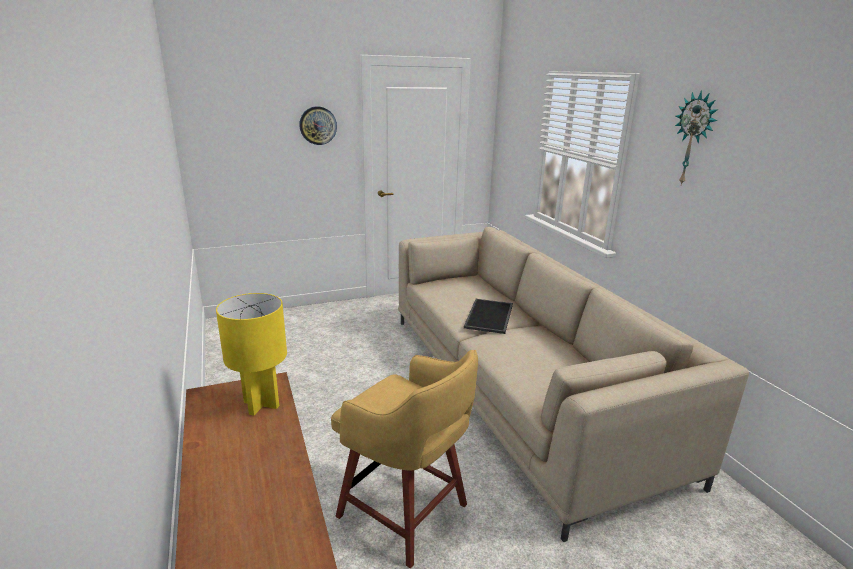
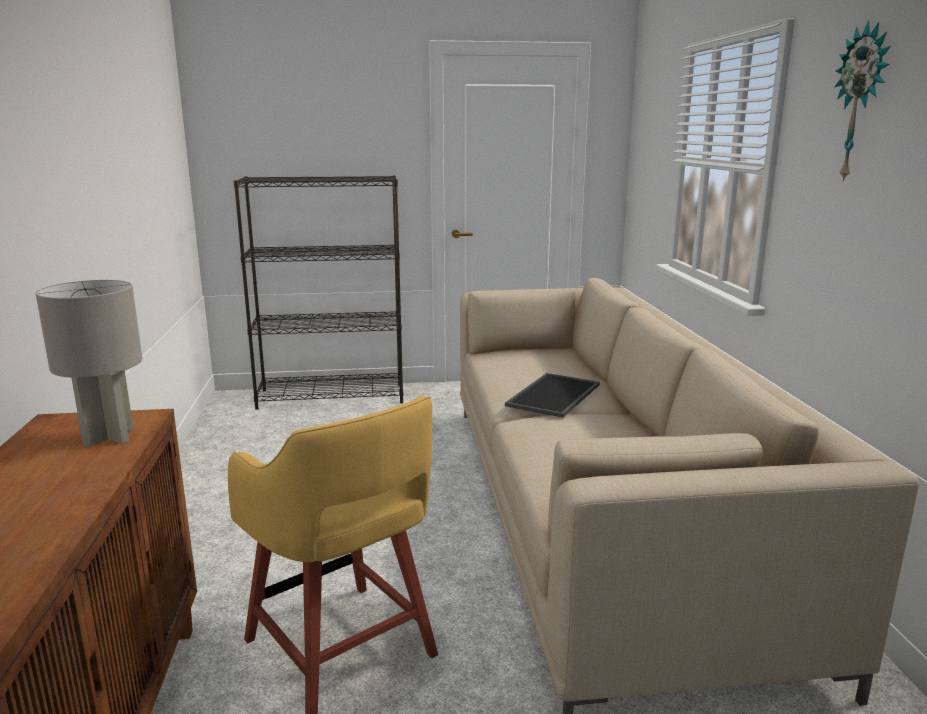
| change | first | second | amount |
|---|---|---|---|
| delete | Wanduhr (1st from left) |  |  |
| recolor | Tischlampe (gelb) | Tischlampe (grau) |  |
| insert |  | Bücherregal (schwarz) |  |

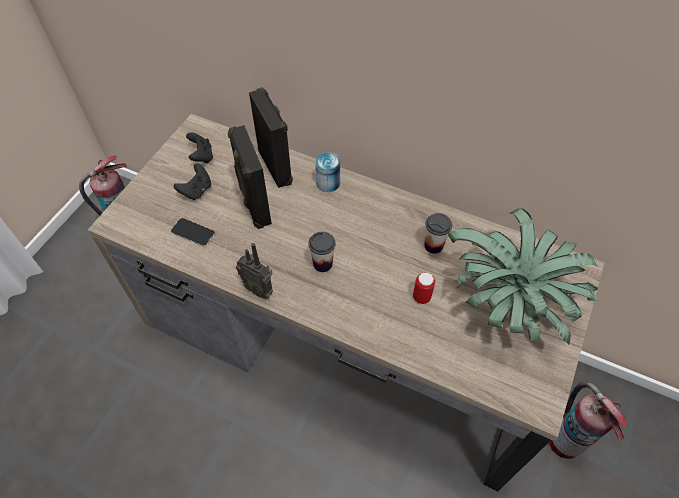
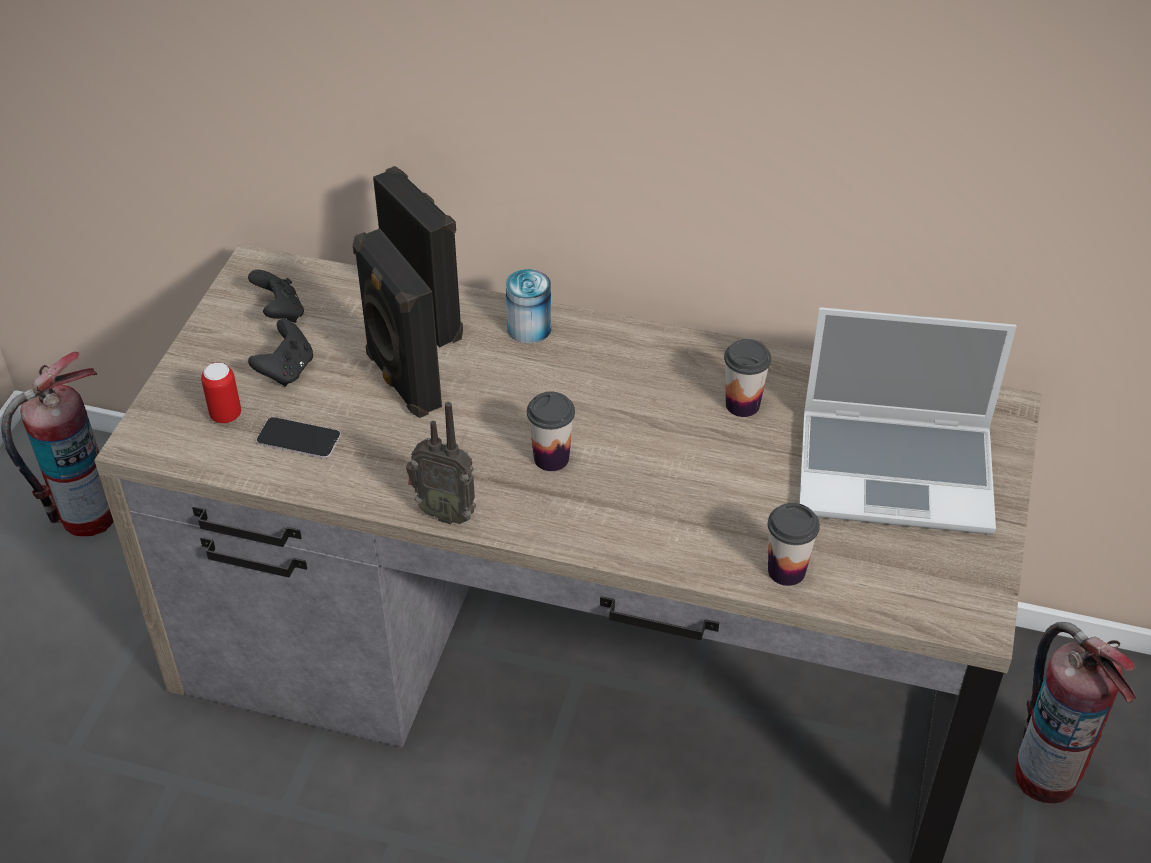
| change | first | second | amount |
|---|---|---|---|
| replace | Topfpflanze | Laptop |  |
| move | Dose (2nd from left in the first image) | Dose (1st from left) |  |
| insert |  | Tasse (3rd from left) |  |

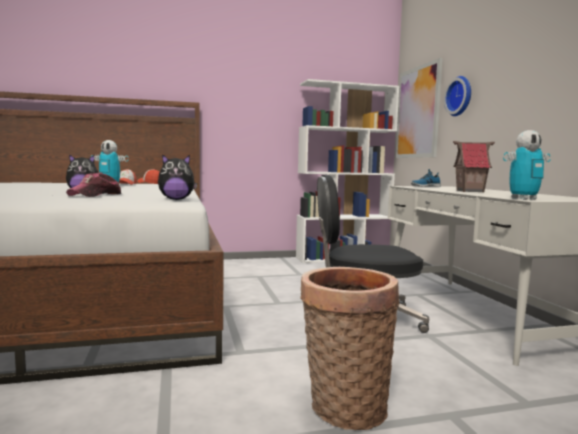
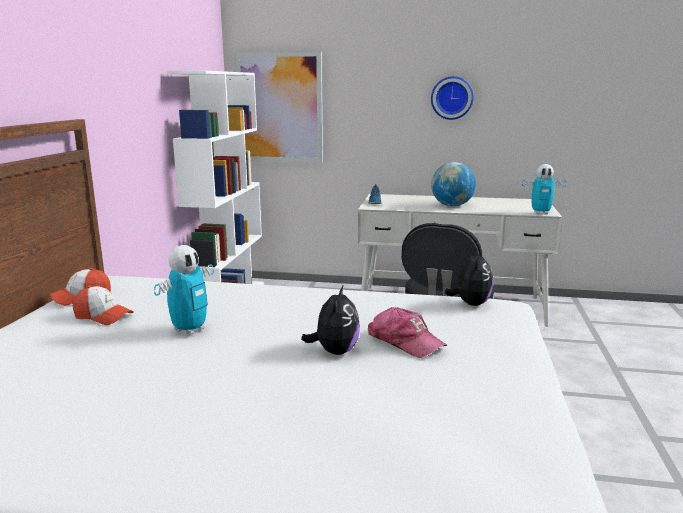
| change | first | second | amount |
|---|---|---|---|
| move | Wanduhr |  |  |
| rotate | Spielzeugroboter (2nd from left) |  | 90 degrees clockwise |
| replace | Spielzeughaus | Globus |  |
| delete | Korb |  |  |

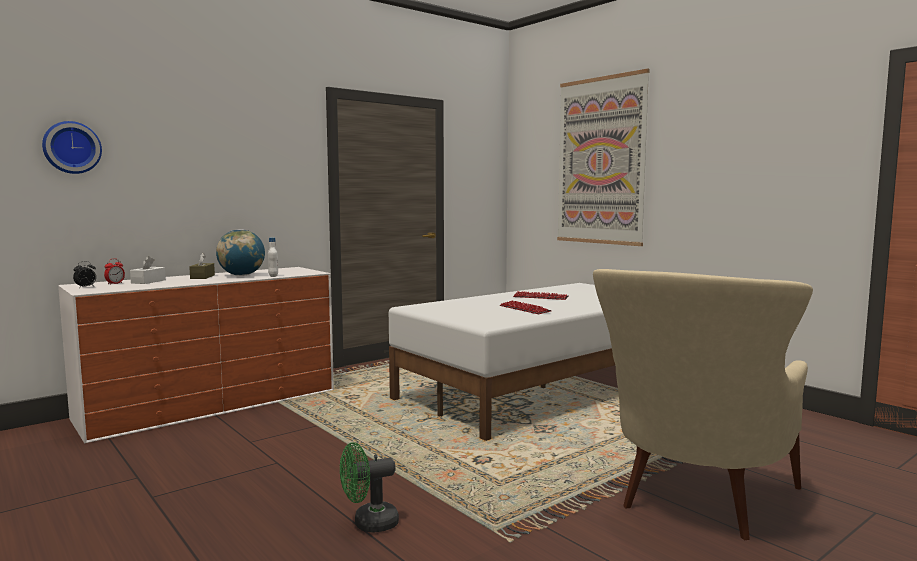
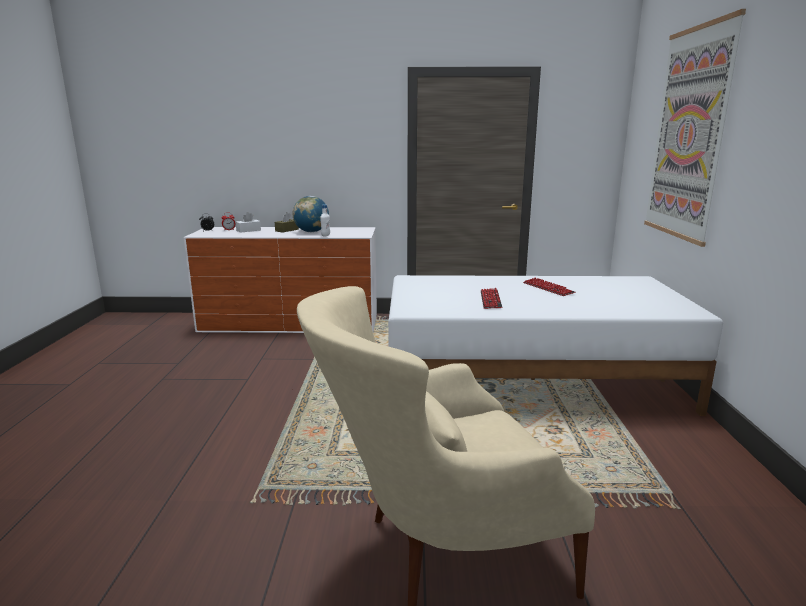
| change | first | second | amount |
|---|---|---|---|
| delete | Wanduhr |  |  |
| delete | Ventilator (grün) |  |  |

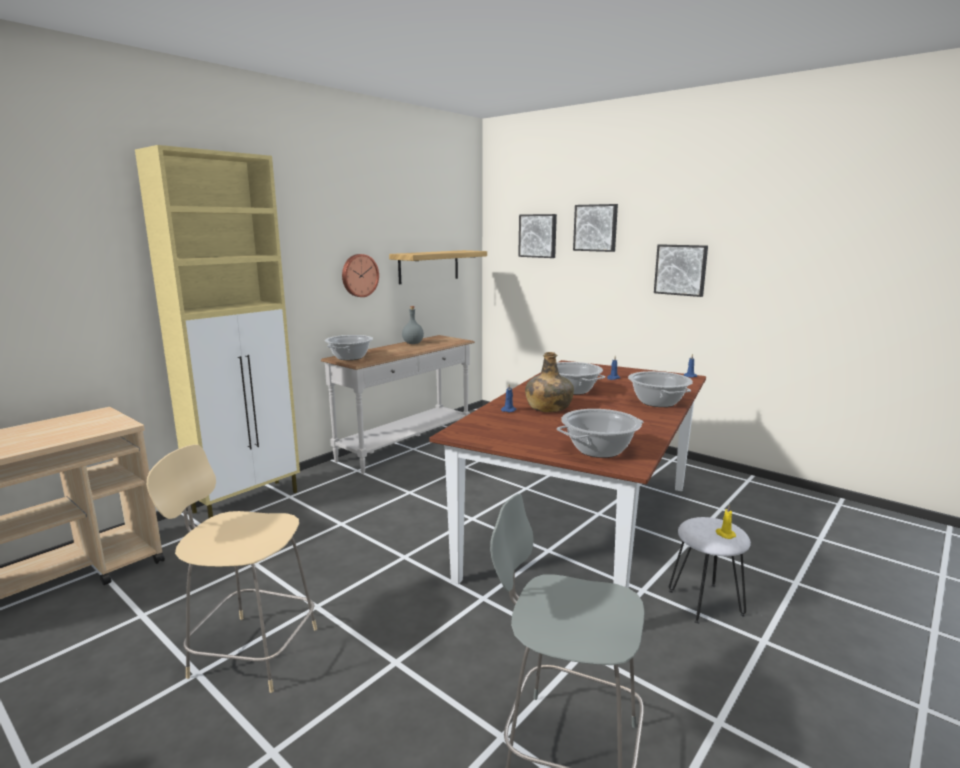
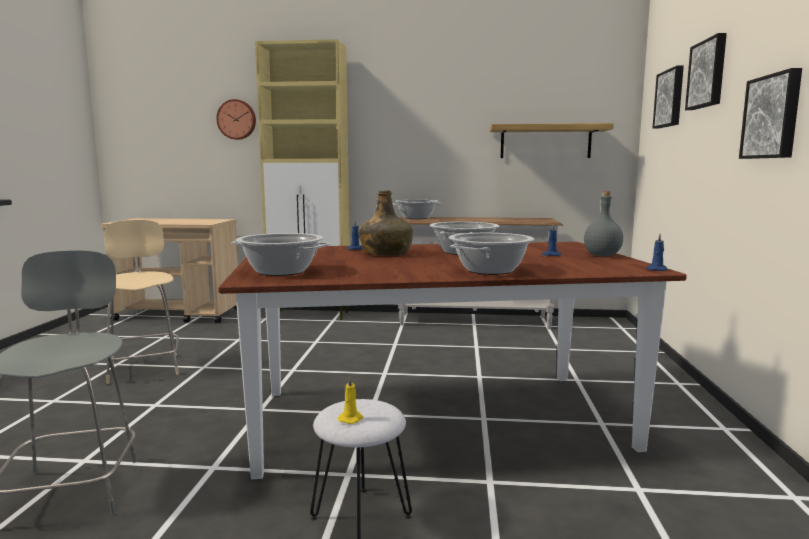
| change | first | second | amount |
|---|---|---|---|
| move | Wanduhr |  |  |
| move | Flasche (grau) |  |  |

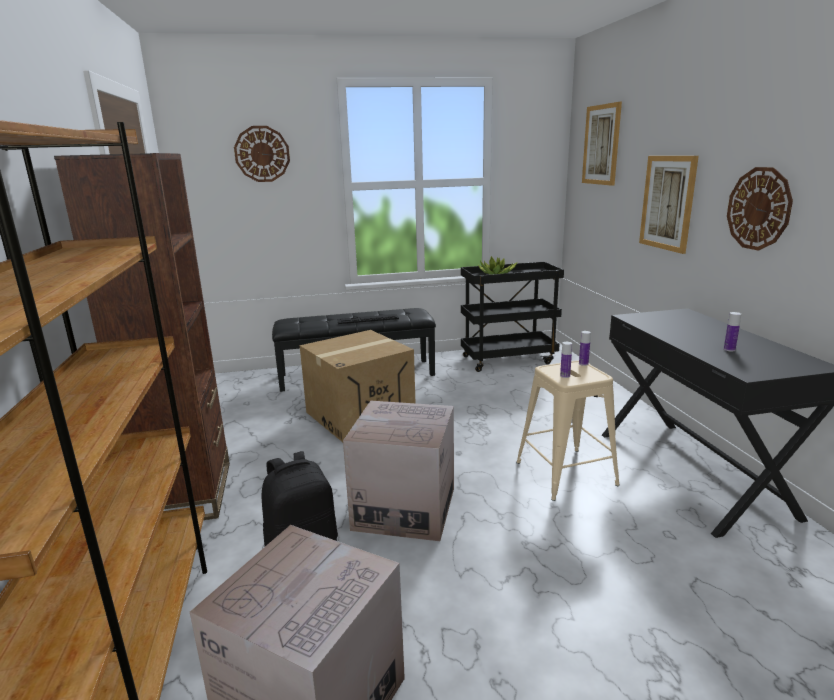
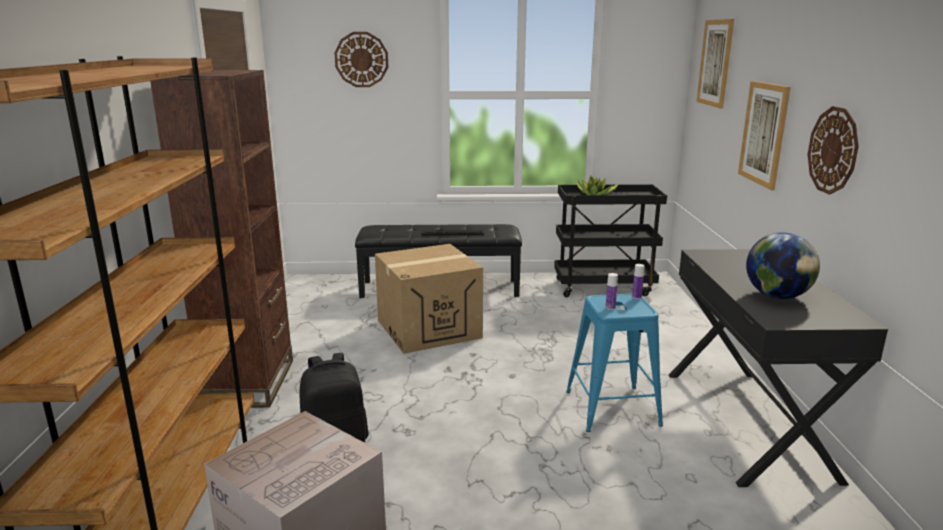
| change | first | second | amount |
|---|---|---|---|
| replace | Flasche (3rd from left) | Globus |  |
| recolor | Hocker (beige) | Hocker (blau) |  |
| delete | Karton (3rd from left) |  |  |

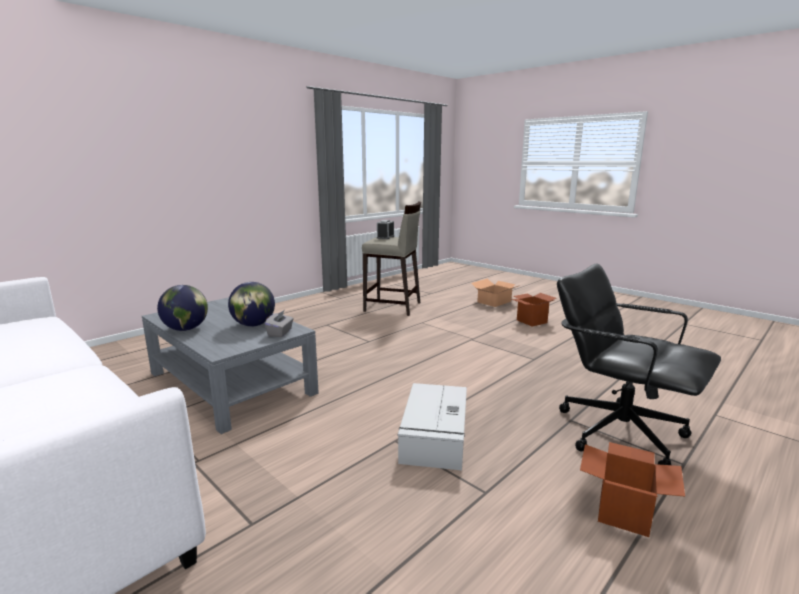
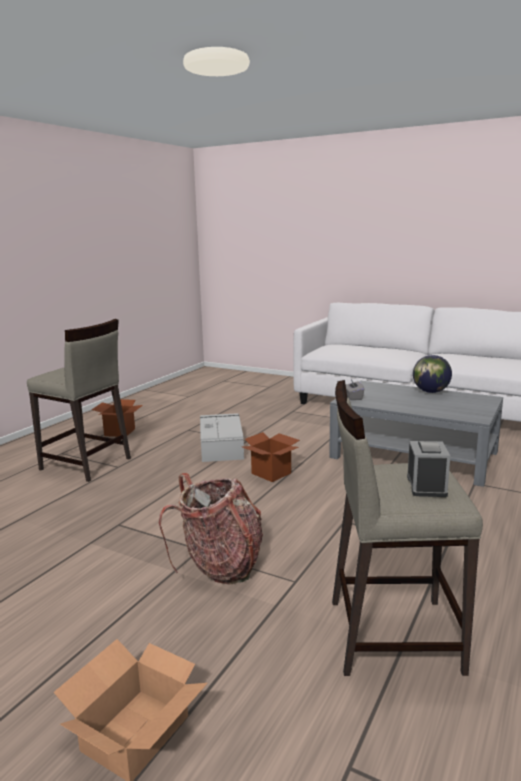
| change | first | second | amount |
|---|---|---|---|
| replace | Bürostuhl (schwarz) | Hocker (beige) (1st from left) |  |
| delete | Globus (2nd from left) |  |  |
| move | Karton (2nd from left in the first image) | Karton (3rd from left) |  |
| insert |  | Rucksack |  |

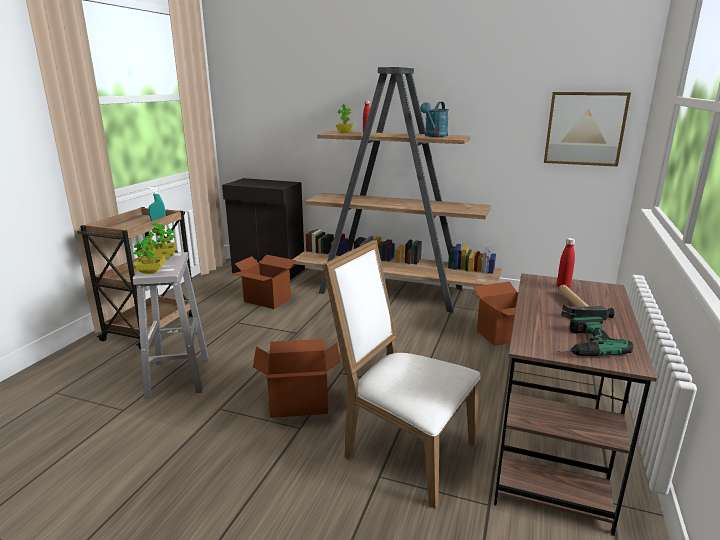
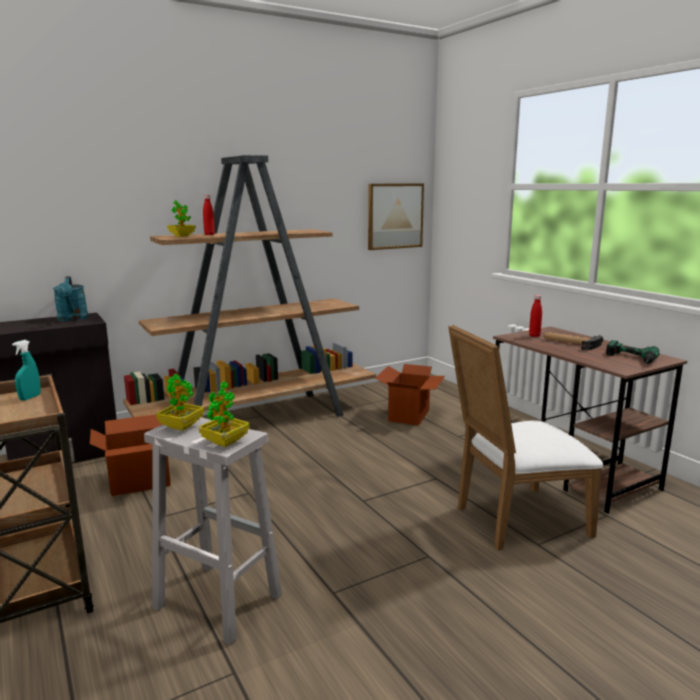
| change | first | second | amount |
|---|---|---|---|
| move | Gießkanne (türkis) |  |  |
| delete | Karton (2nd from left) |  |  |

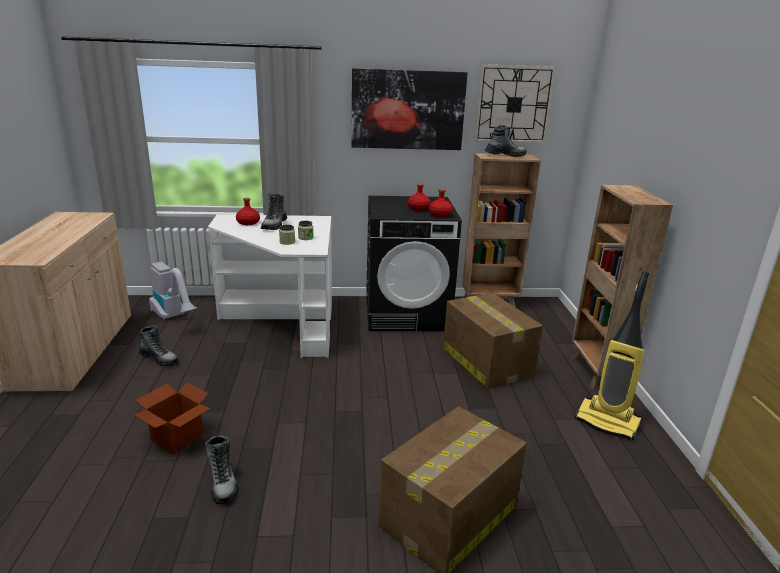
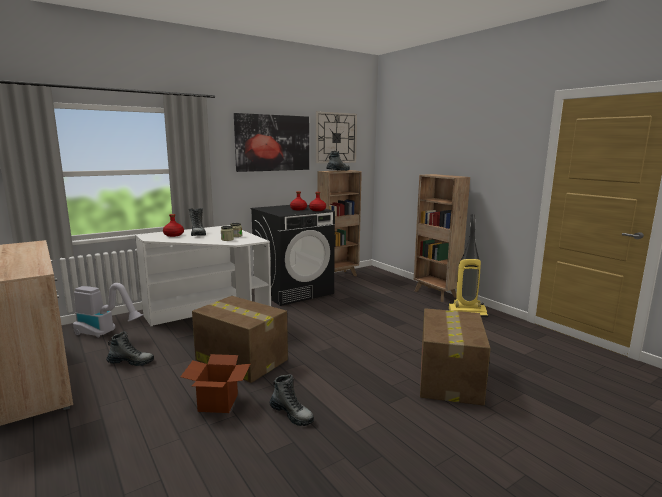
| change | first | second | amount |
|---|---|---|---|
| move | Karton (3rd from left in the first image) | Karton (2nd from left) |  |

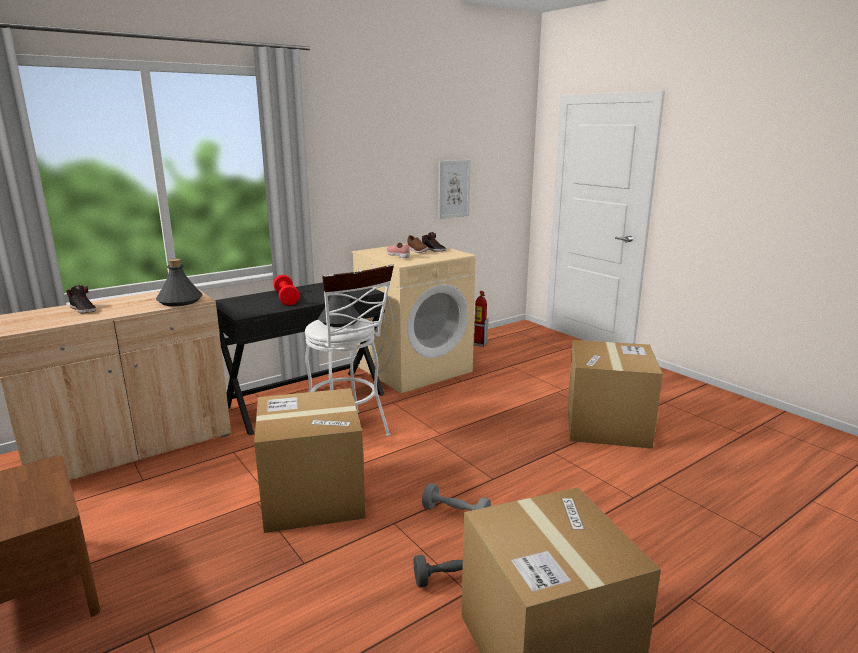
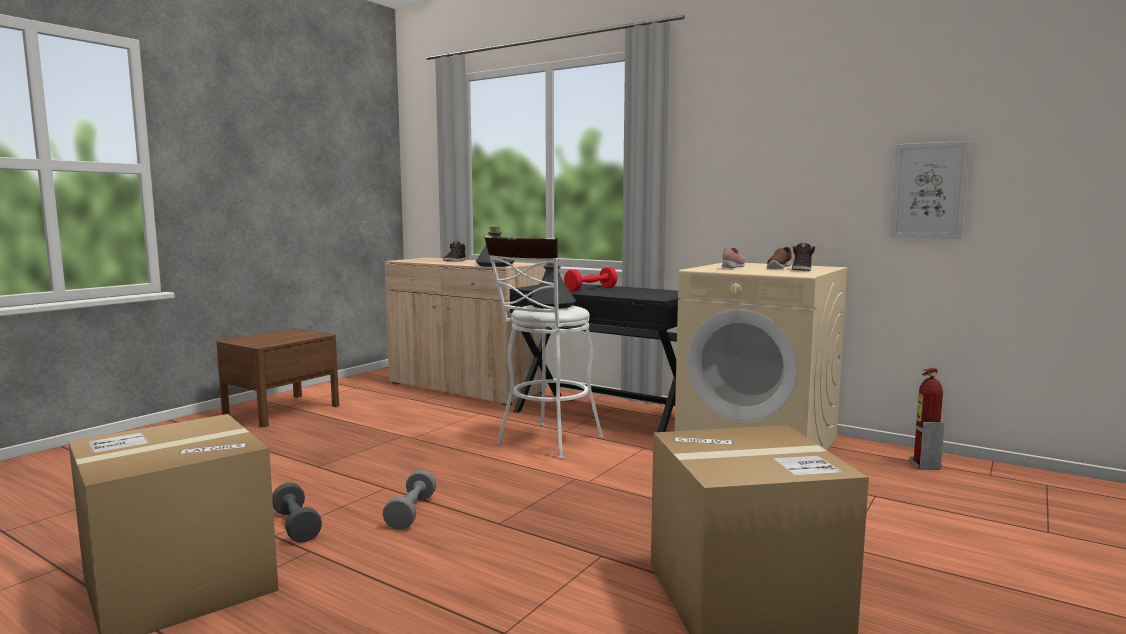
| change | first | second | amount |
|---|---|---|---|
| delete | Karton (1st from left) |  |  |

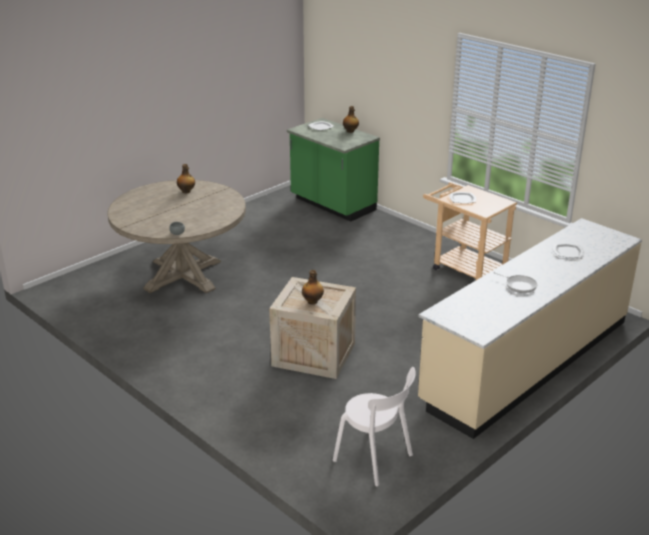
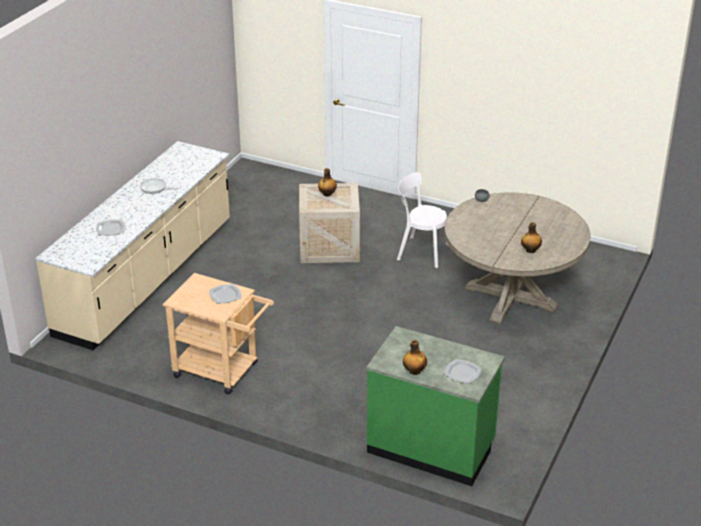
| change | first | second | amount |
|---|---|---|---|
| move | Stuhl (weiß) |  |  |

